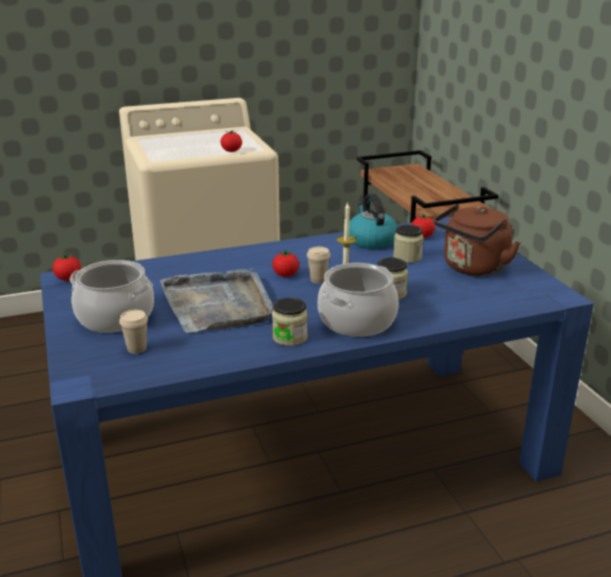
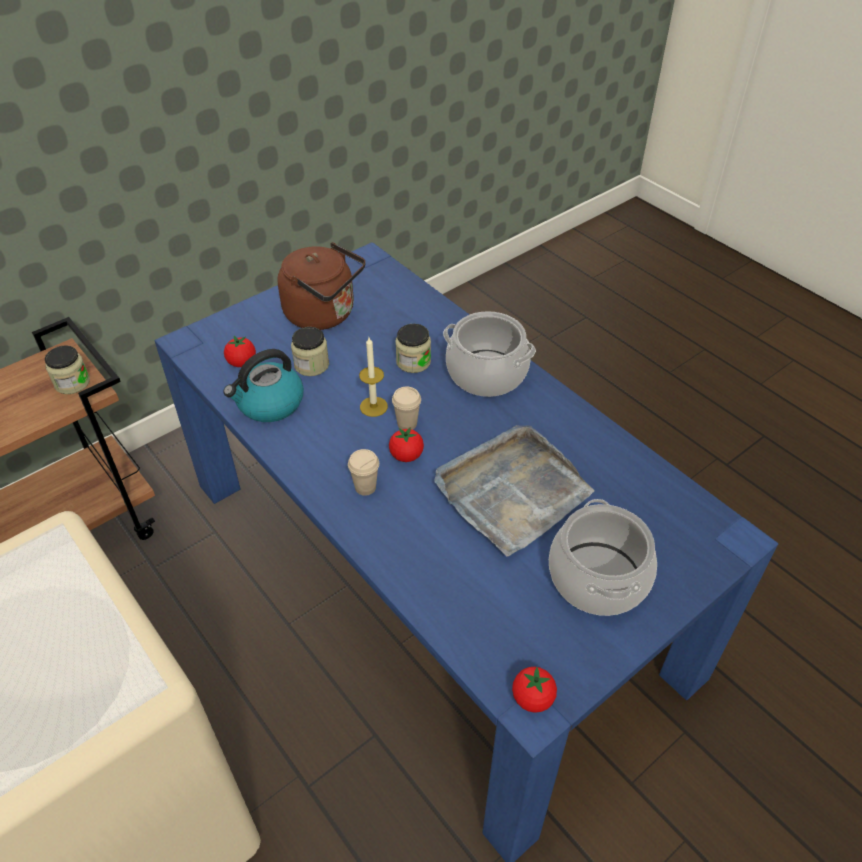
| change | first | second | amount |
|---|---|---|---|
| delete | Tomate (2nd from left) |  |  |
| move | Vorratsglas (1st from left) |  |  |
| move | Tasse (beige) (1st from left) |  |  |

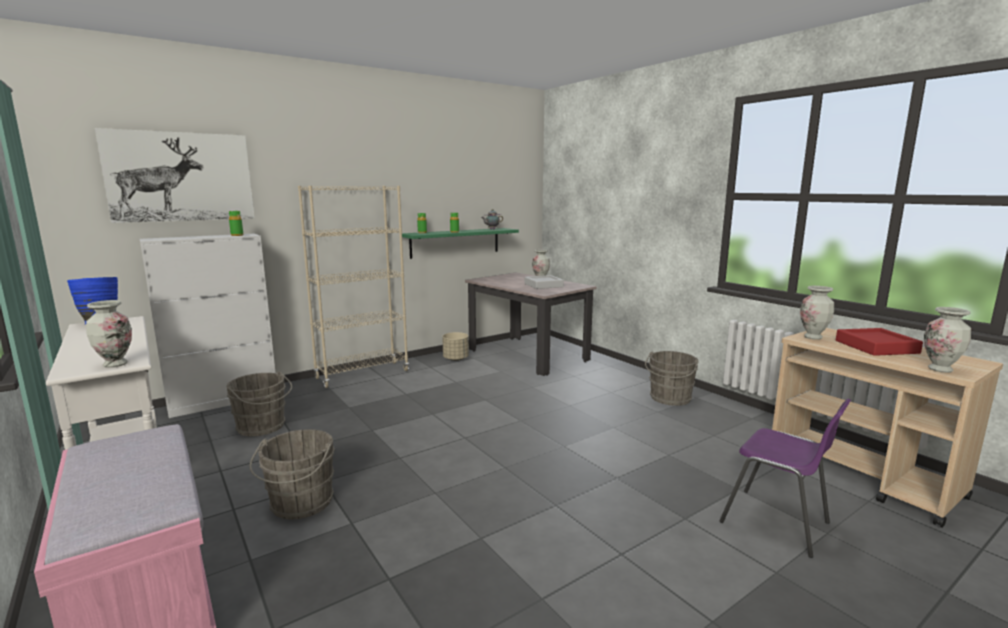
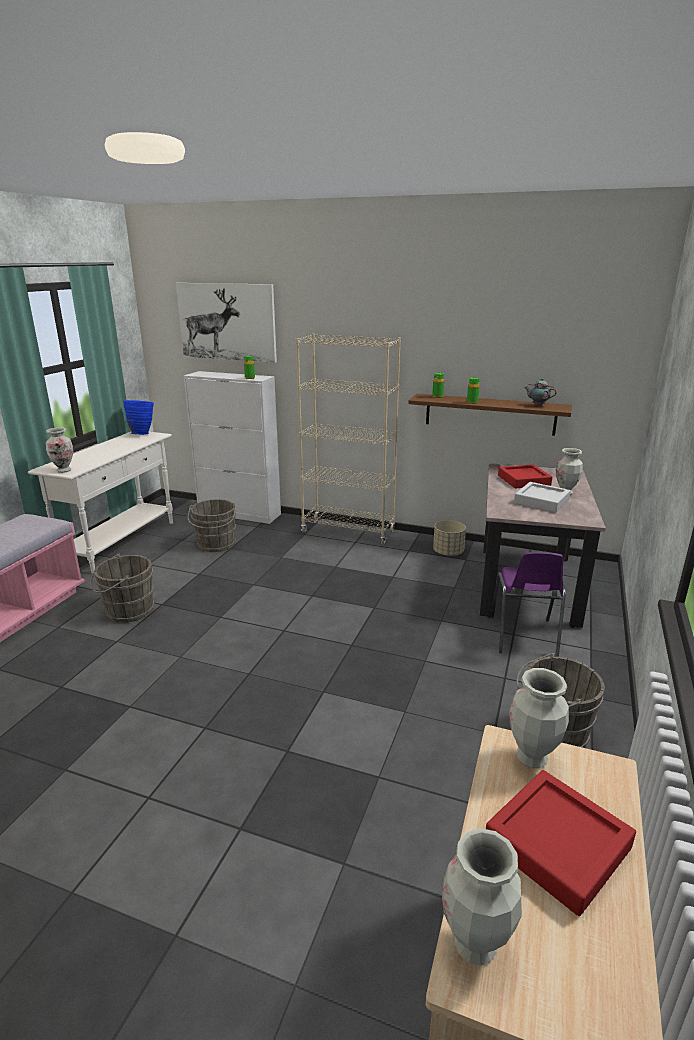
| change | first | second | amount |
|---|---|---|---|
| recolor | Wandregal (grün) | Wandregal (braun) |  |
| move | Stuhl (lila) |  |  |
| insert |  | Tablett (rot) (1st from left) |  |

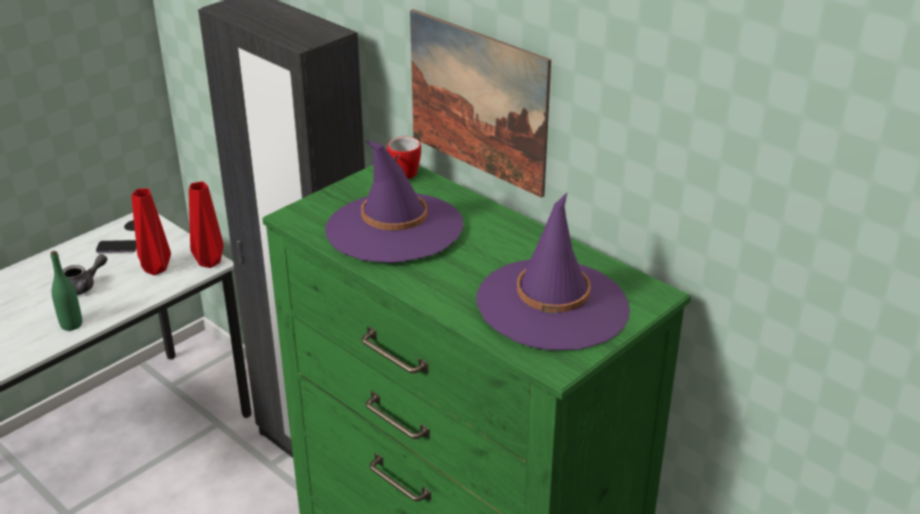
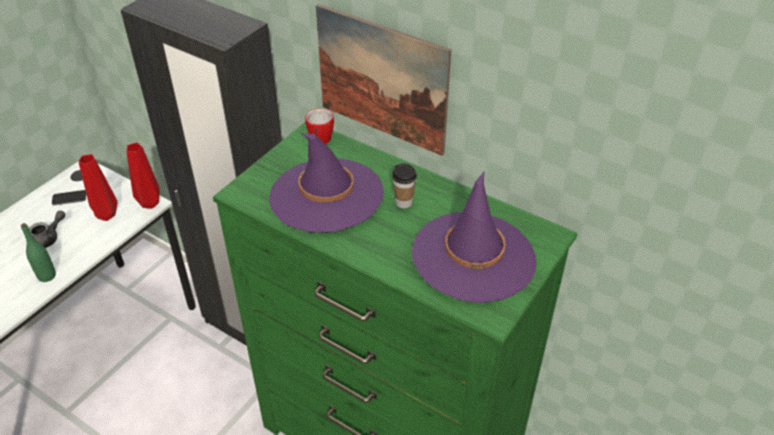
| change | first | second | amount |
|---|---|---|---|
| insert |  | Tasse |  |

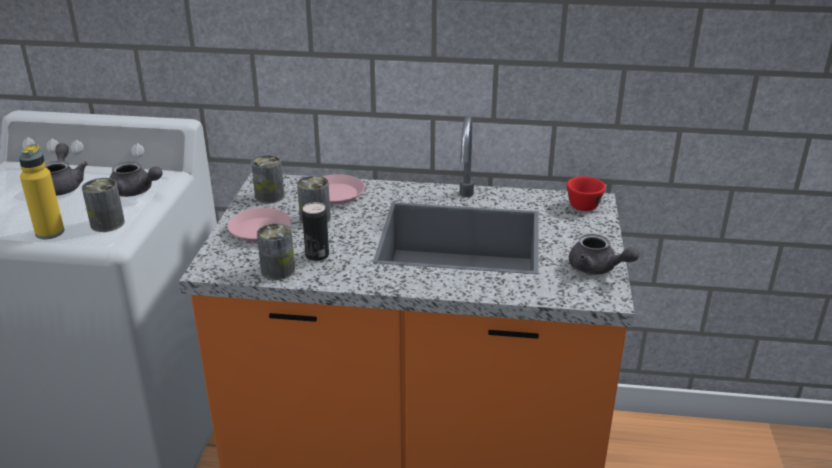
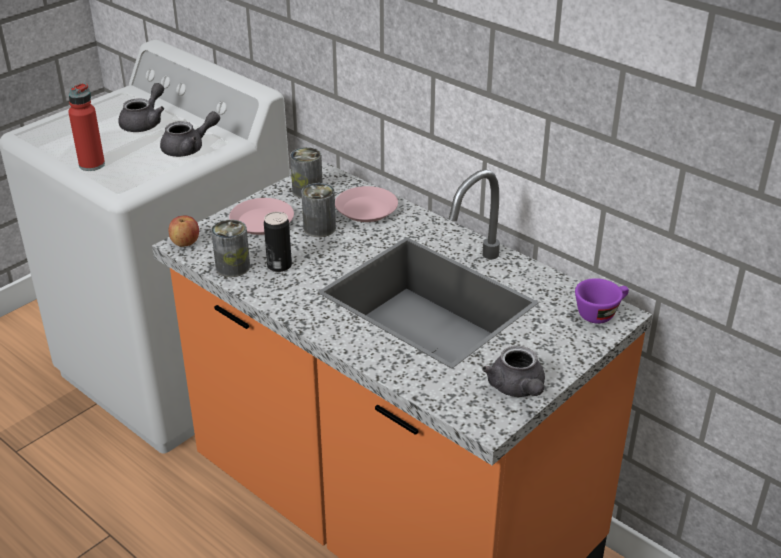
| change | first | second | amount |
|---|---|---|---|
| recolor | Flasche (gelb) | Flasche (rot) |  |
| rotate | Teekanne (grau) (2nd from left) |  | 90 degrees counterclockwise |
| recolor | Tasse (rot) | Tasse (lila) |  |
| delete | Dose (1st from left) |  |  |
| insert |  | Apfel |  |

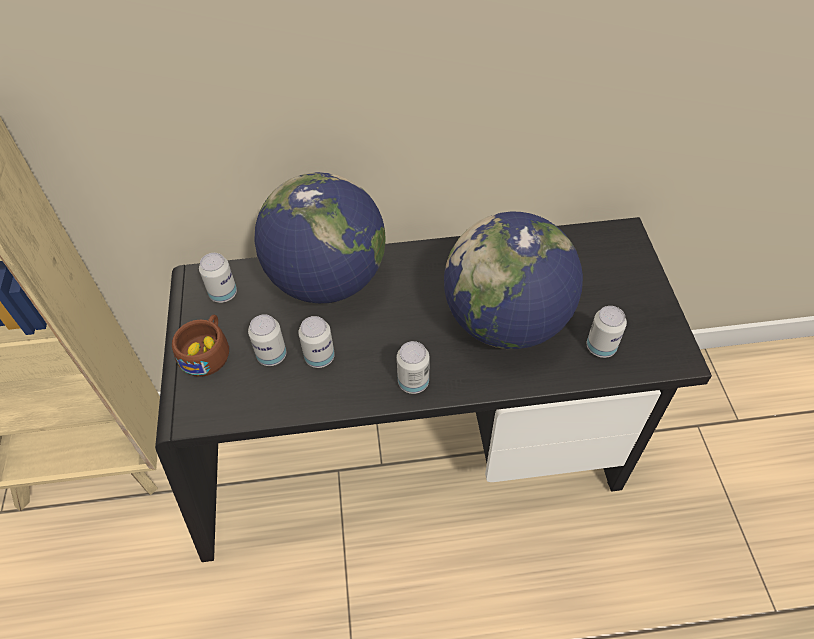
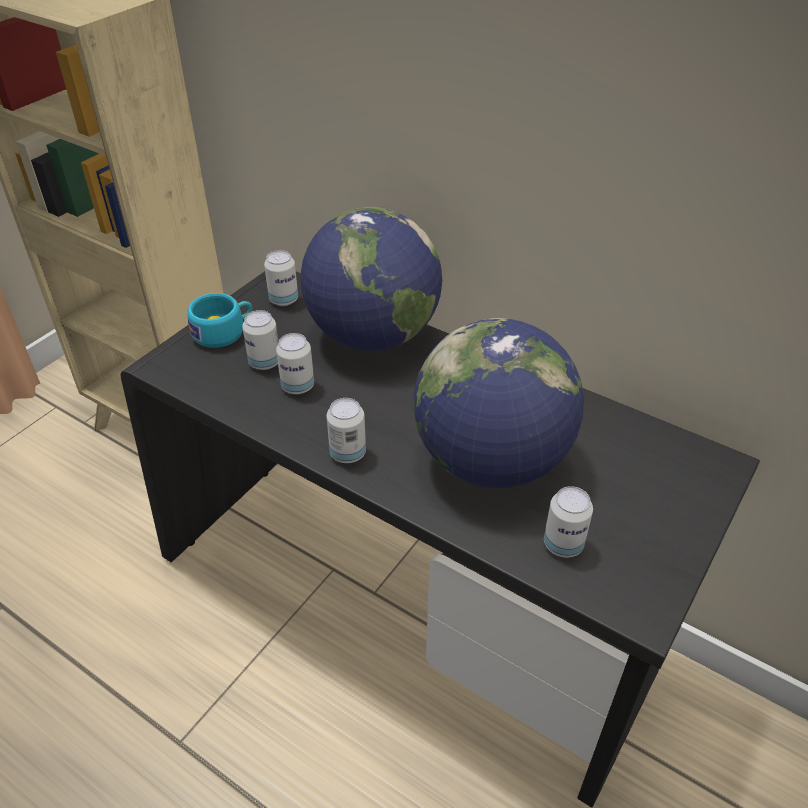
| change | first | second | amount |
|---|---|---|---|
| recolor | Tasse (braun) | Tasse (türkis) |  |

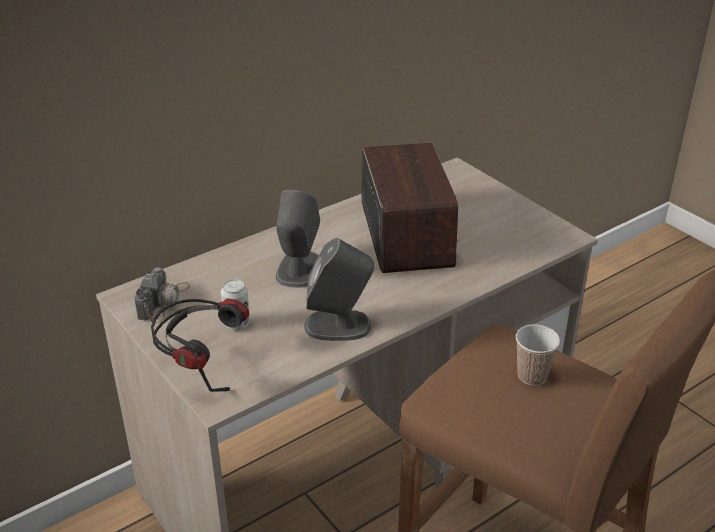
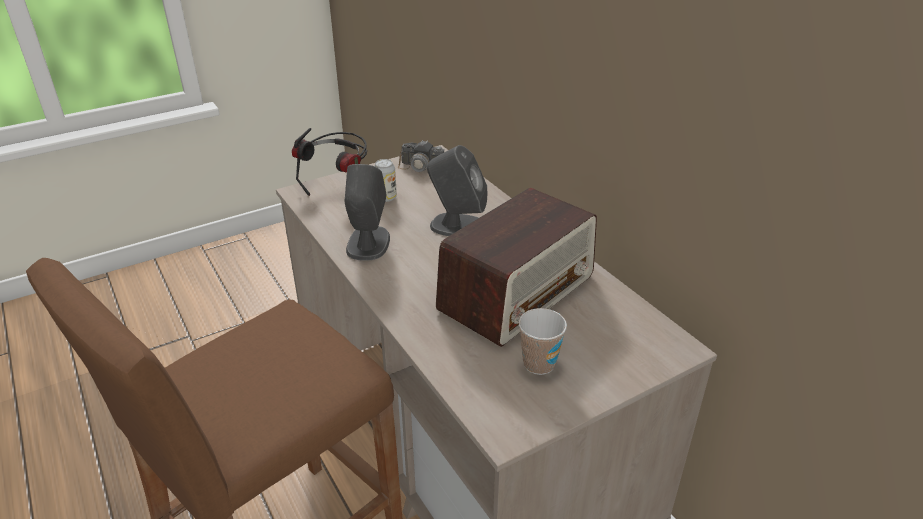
| change | first | second | amount |
|---|---|---|---|
| rotate | Radio |  | 45 degrees counterclockwise |
| move | Tasse |  |  |

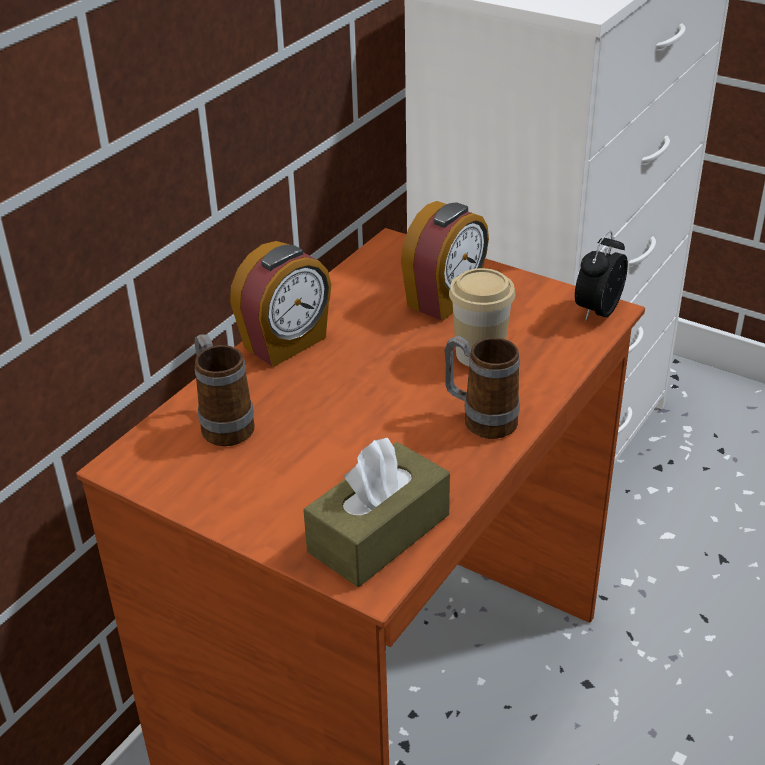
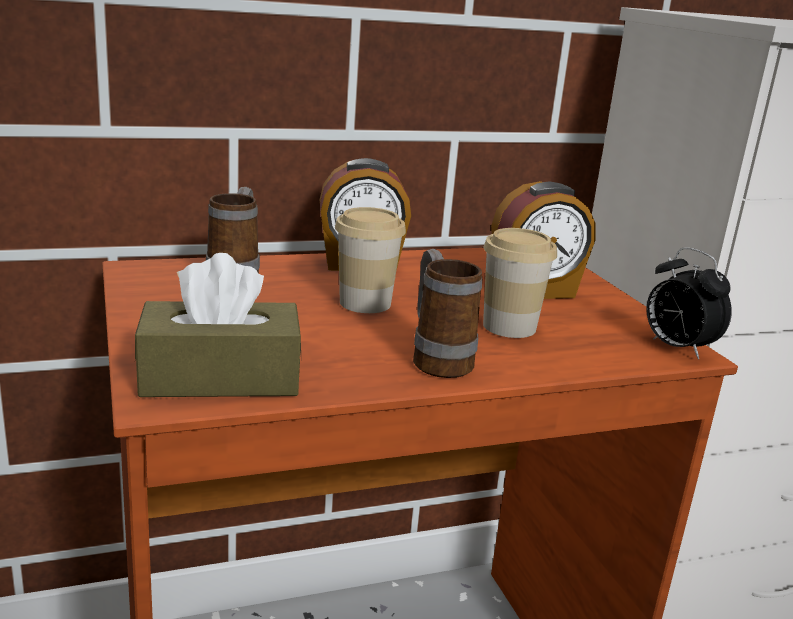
| change | first | second | amount |
|---|---|---|---|
| rotate | Wecker (3rd from left) |  | 105 degrees counterclockwise |
| insert |  | Tasse (1st from left) |  |

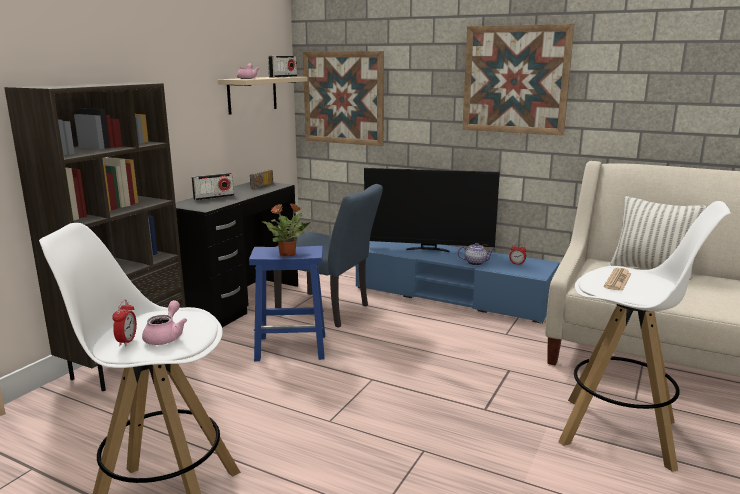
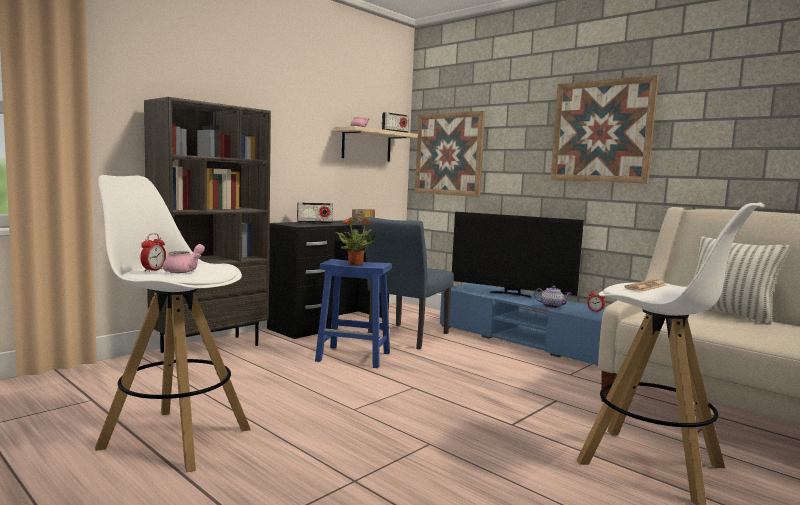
| change | first | second | amount |
|---|---|---|---|
| rotate | Stuhl (blau) |  | 75 degrees clockwise |

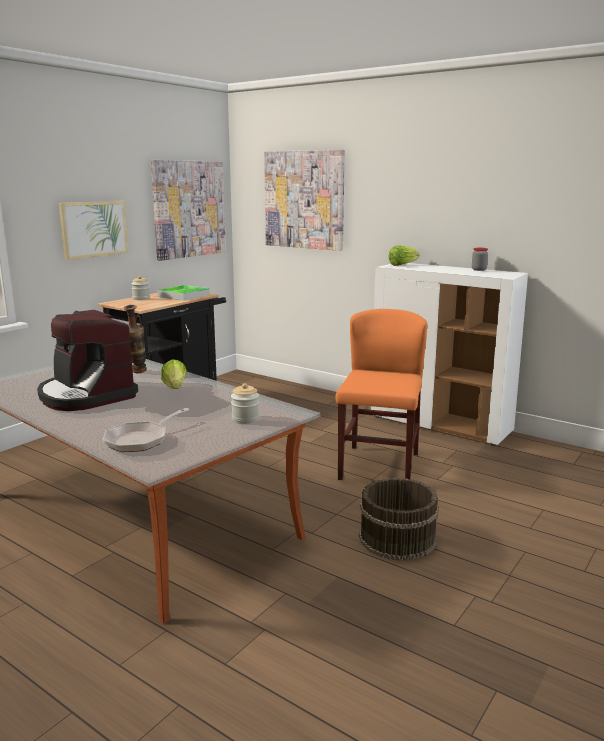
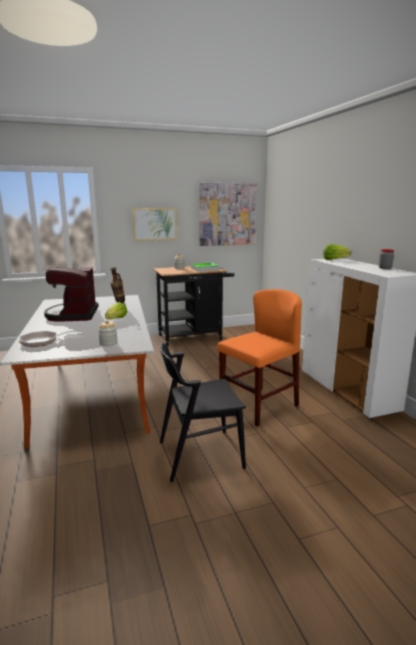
| change | first | second | amount |
|---|---|---|---|
| delete | Bild (3rd from left) |  |  |
| replace | Eimer (braun) | Stuhl (schwarz) |  |

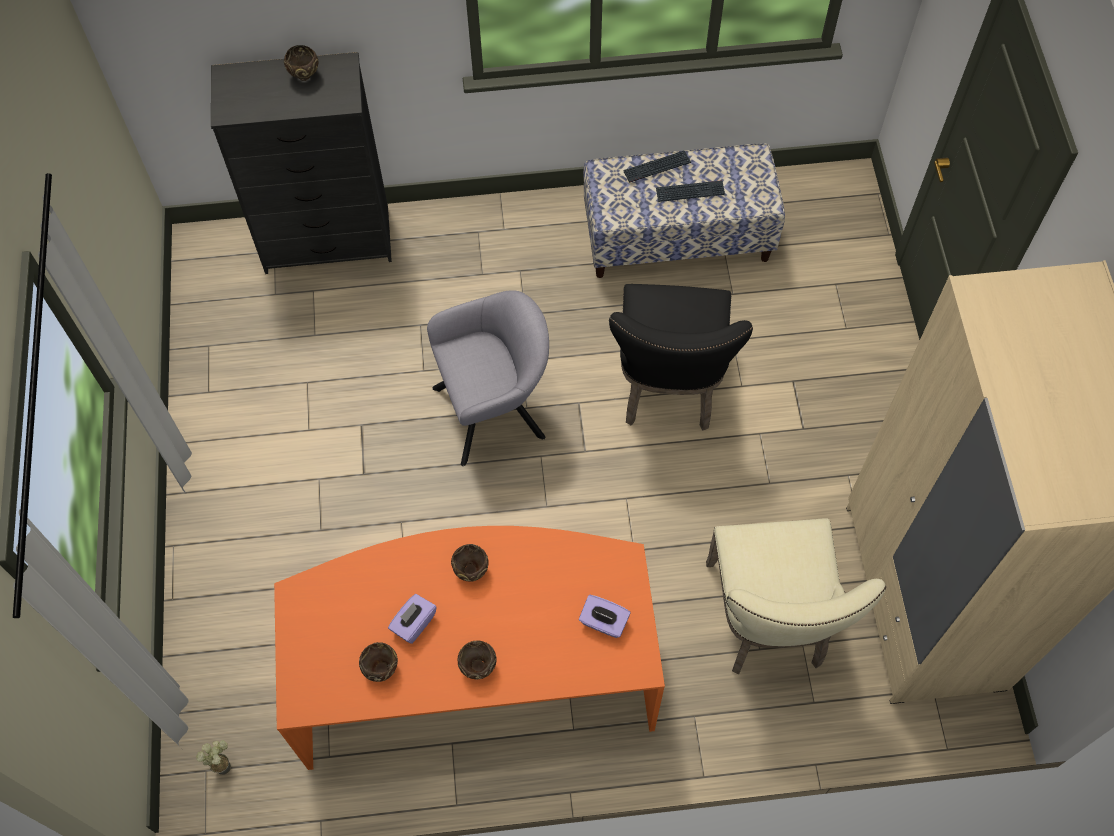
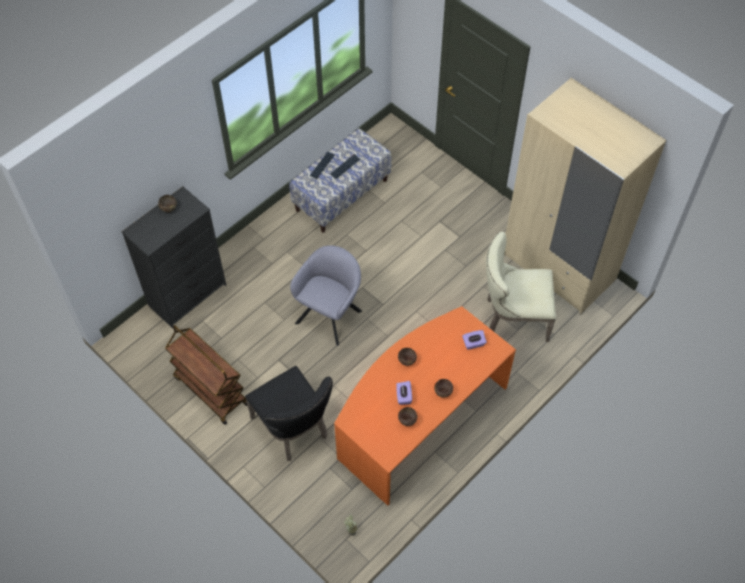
| change | first | second | amount |
|---|---|---|---|
| move | Stuhl (schwarz) |  |  |
| rotate | Stuhl (beige) |  | 135 degrees clockwise |
| insert |  | Rollwagen (braun) |  |

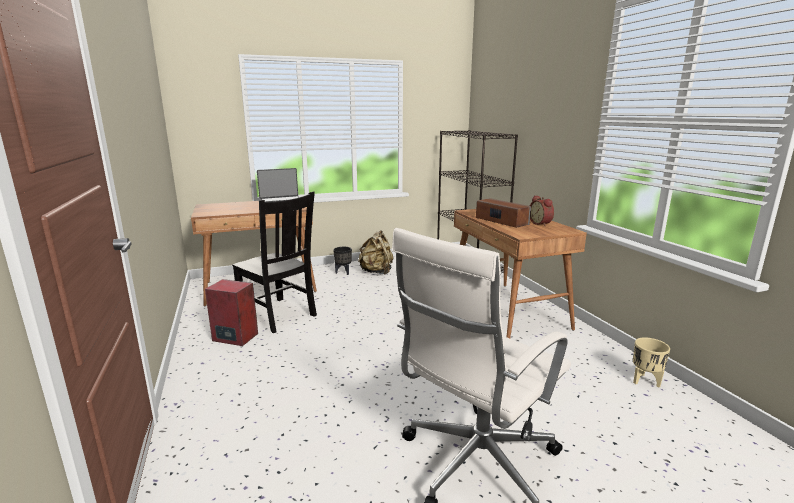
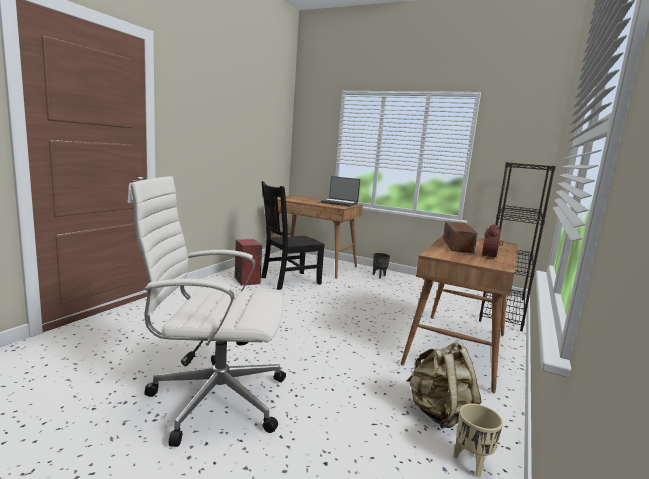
| change | first | second | amount |
|---|---|---|---|
| rotate | Stuhl (schwarz) |  | 60 degrees clockwise |
| move | Rucksack (beige) |  |  |

